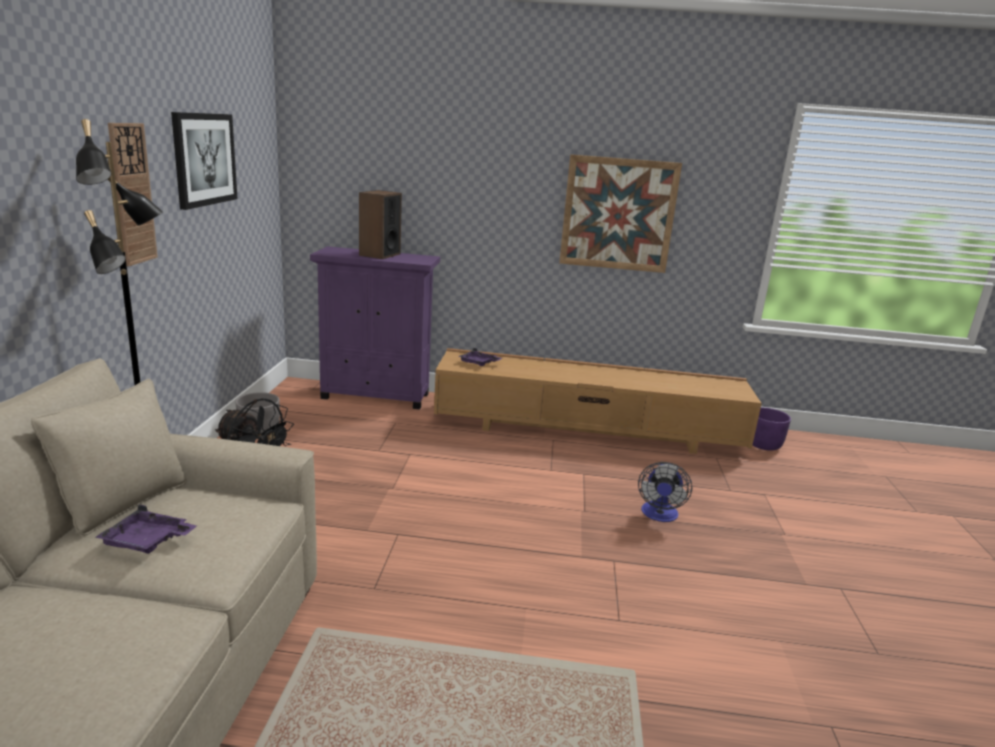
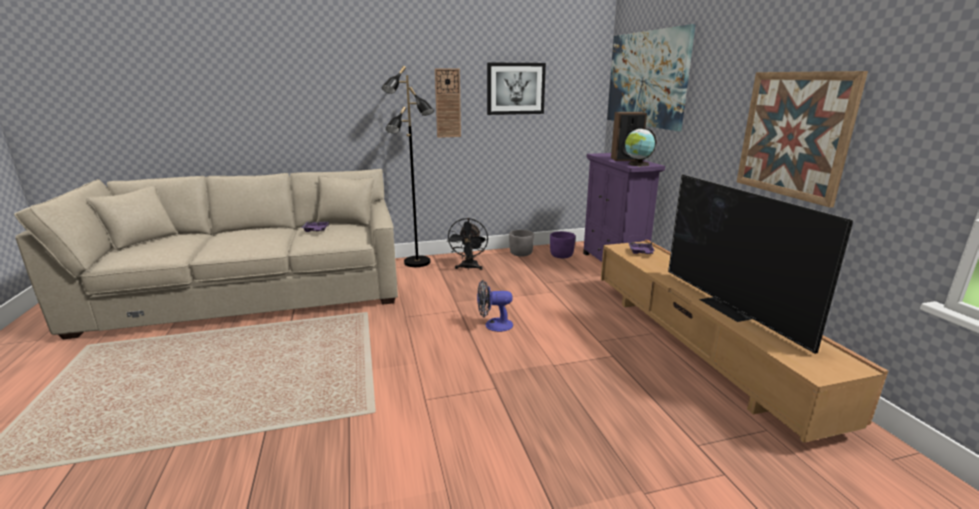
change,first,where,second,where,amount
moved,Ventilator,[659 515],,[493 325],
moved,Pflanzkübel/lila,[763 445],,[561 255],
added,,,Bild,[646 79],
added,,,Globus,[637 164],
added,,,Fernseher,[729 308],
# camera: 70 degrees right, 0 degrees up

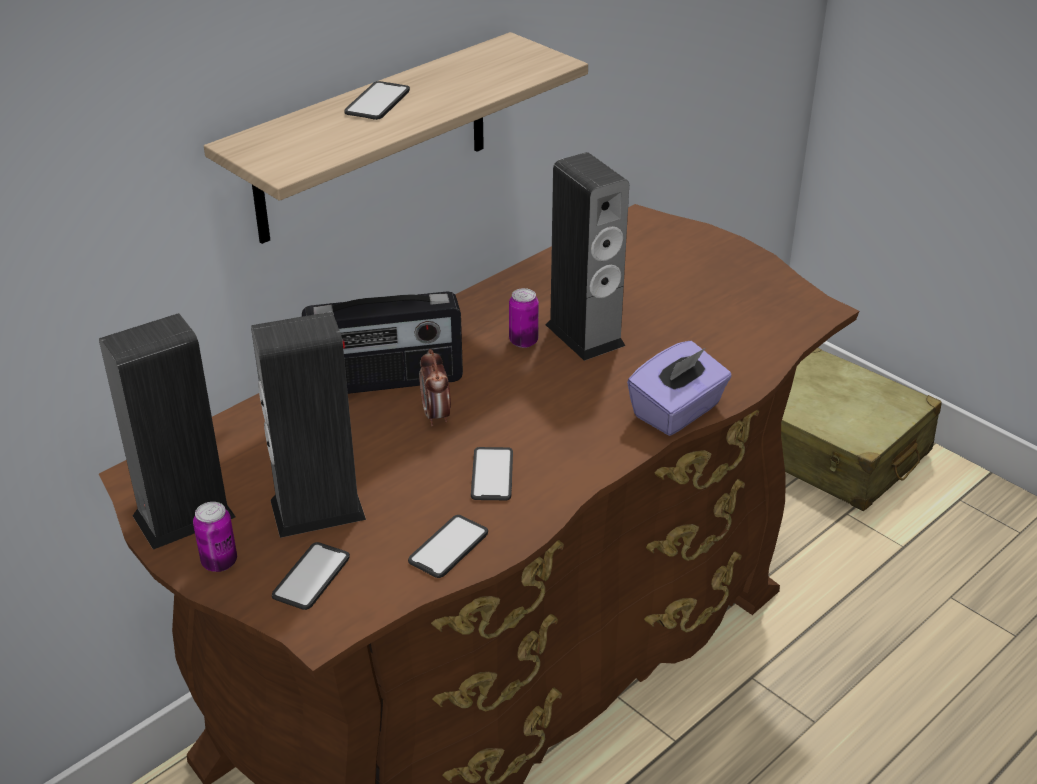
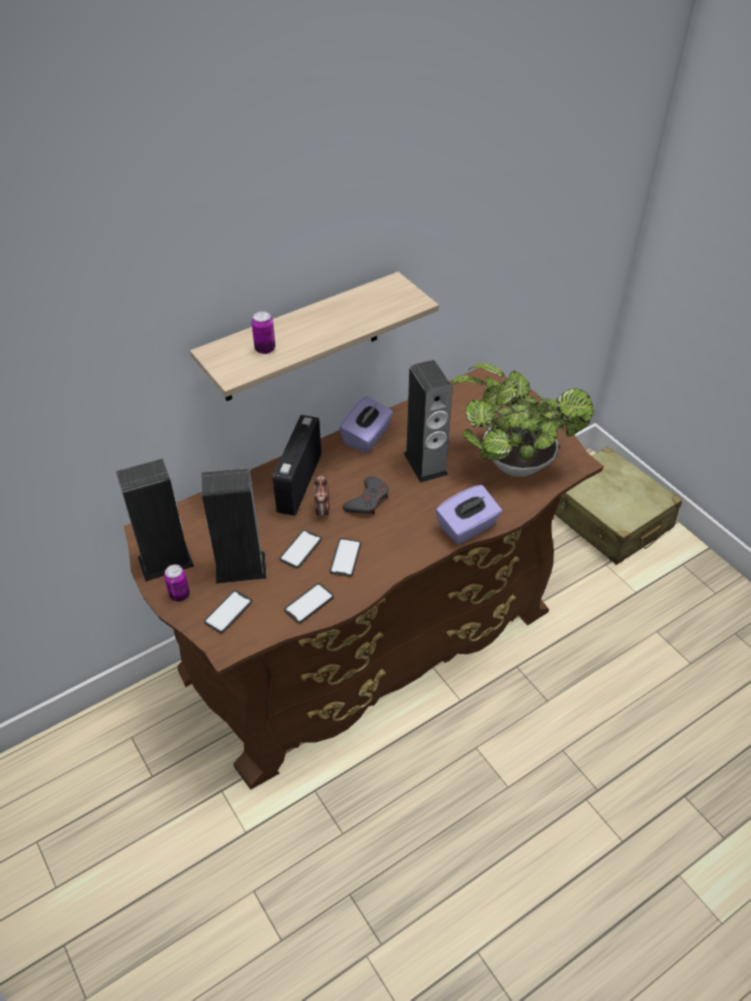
change,first,where,second,where,amount
turned,Radio,[386 381],,[298 483],105 degrees clockwise
moved,Handy,[377 102],,[300 549],
moved,Dose,[523 341],,[265 349],
added,,,Taschentuchbox/lila,[367 437],
added,,,Gamepad/grau,[368 500],
added,,,Topfpflanze,[511 462],
# camera: 10 degrees right, 10 degrees up

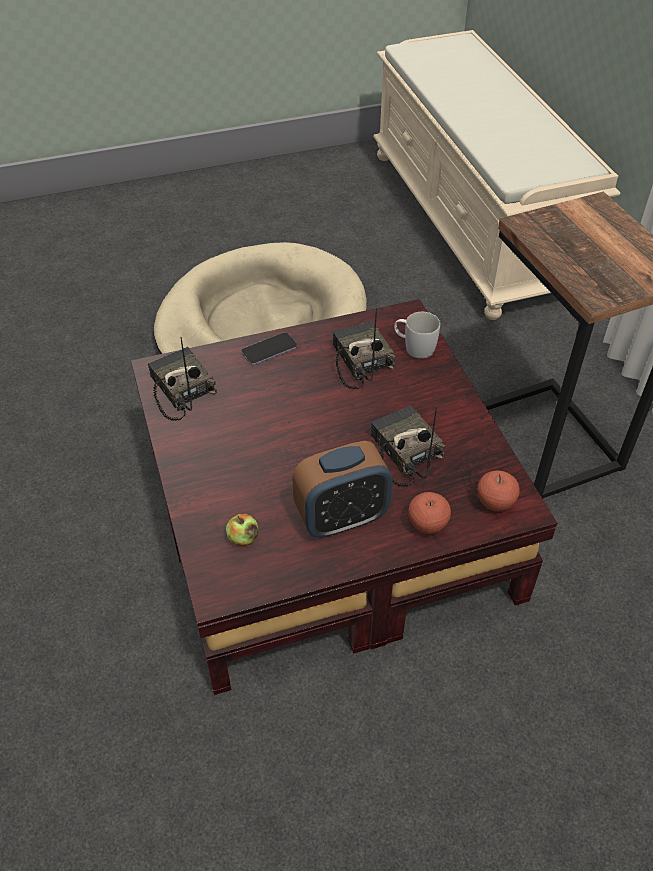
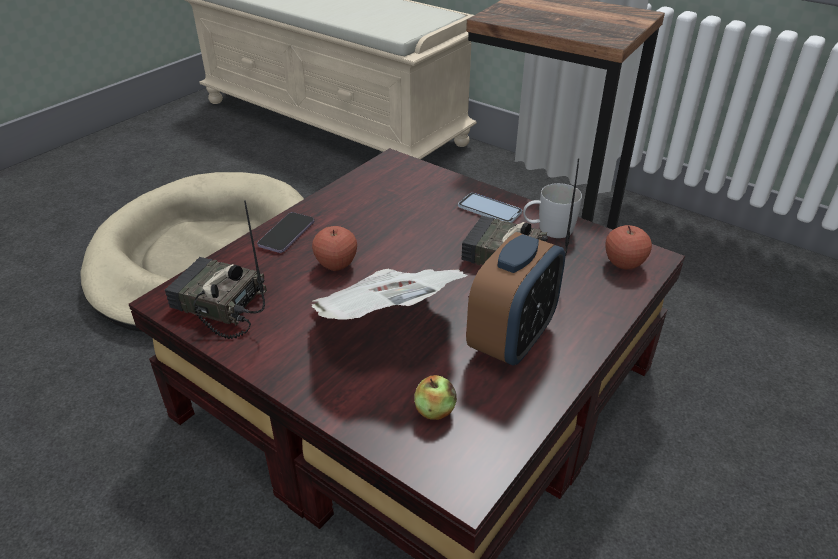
change,first,where,second,where,amount
removed,Radio,[359 360],,,
moved,Henkelbecher/weiß,[414 347],,[548 229],
moved,Apfel,[427 525],,[336 264],
added,,,Zeitung,[387 321],
added,,,Handy,[489 210],
# camera: 35 degrees left, 10 degrees down

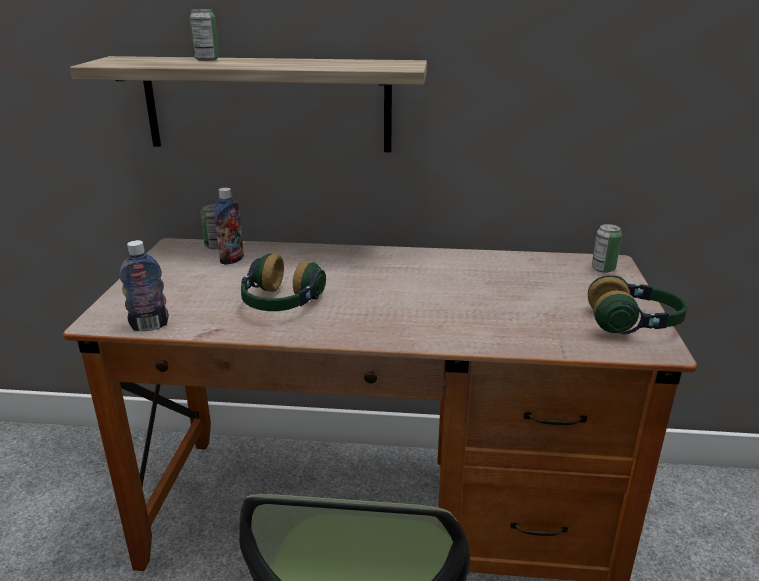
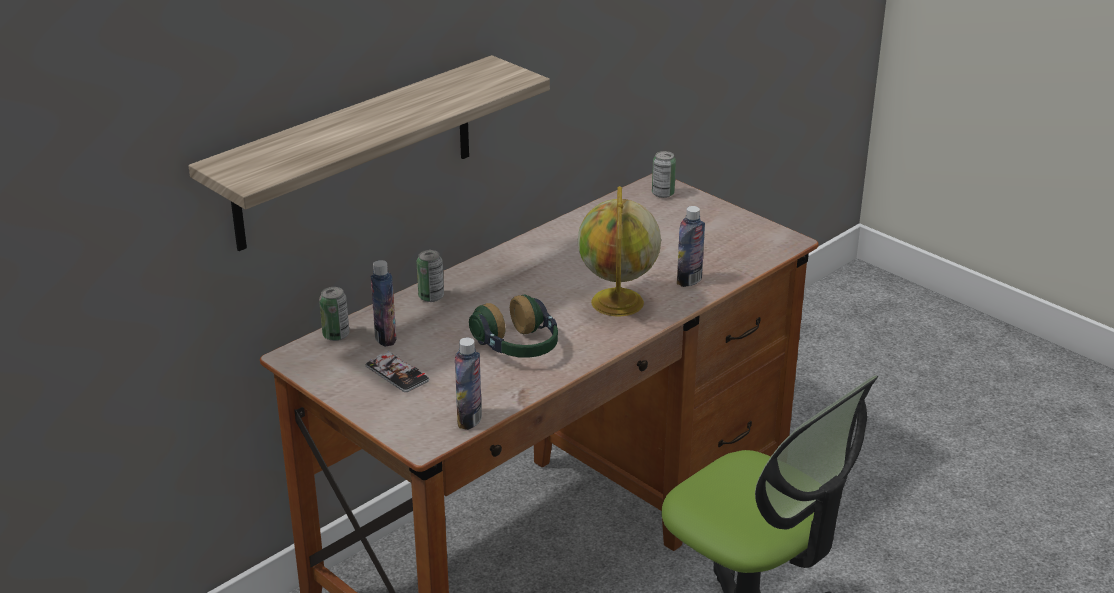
change,first,where,second,where,amount
moved,Dose,[207 59],,[431 297],
removed,Kopfhörer,[633 324],,,
added,,,Handy,[397 373],
added,,,Globus,[618 303],
added,,,Flasche,[689 280],
# camera: 50 degrees left, 5 degrees up

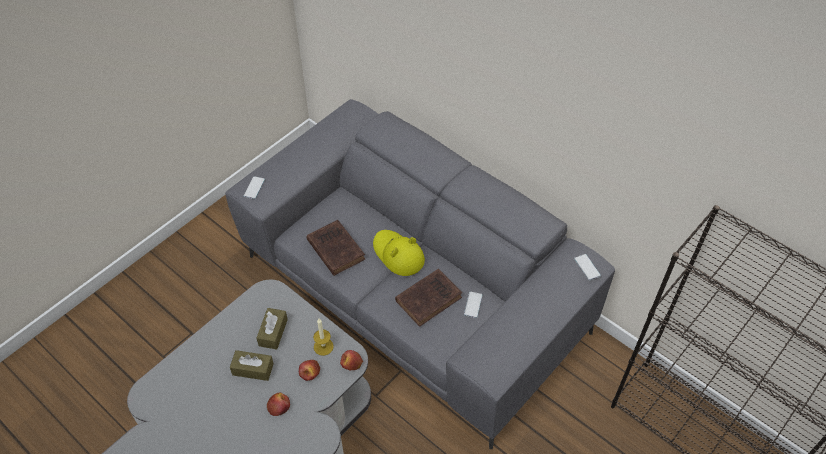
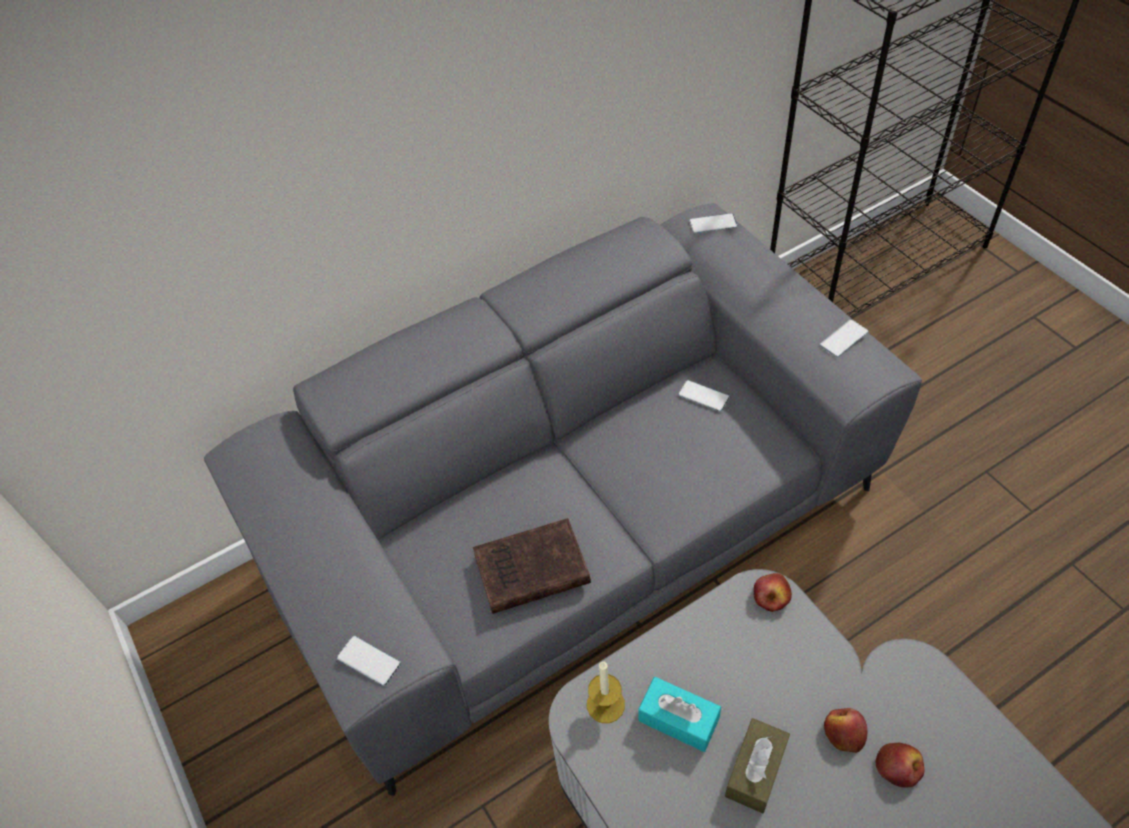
change,first,where,second,where,amount
recoloured,Taschentuchbox/braun,[273 332],Taschentuchbox/türkis,[678 719],
moved,Apfel,[310 372],,[898 767],
moved,Kerze,[323 346],,[605 704],
removed,Hut/gelb,[398 254],,,
removed,Buch/braun,[430 298],,,
added,,,Handy,[843 338],
# camera: 70 degrees left, 0 degrees up

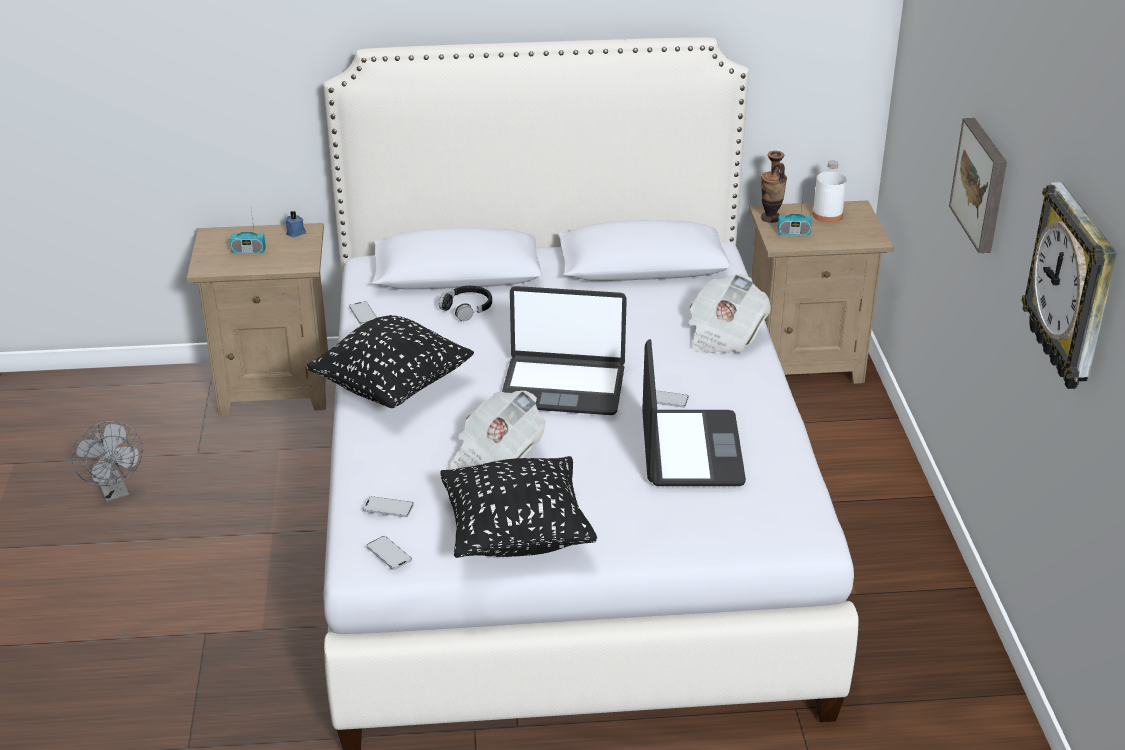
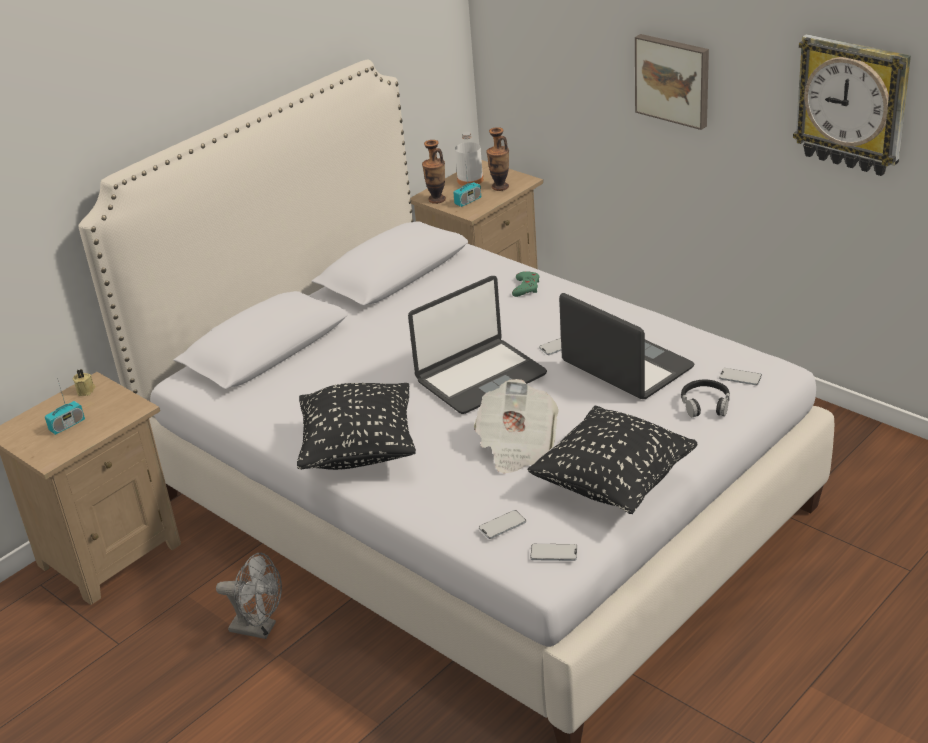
change,first,where,second,where,amount
moved,Ventilator/grau,[115 492],,[259 628],
recoloured,Kerze/blau,[296 233],Kerze/beige,[86 390],
moved,Handy,[363 314],,[740 377],
moved,Kopfhörer/schwarz,[467 308],,[705 404],
replaced,Zeitung,[724 335],Gamepad/grün,[526 287],
added,,,Vase,[500 187],
# camera: 40 degrees left, 0 degrees up

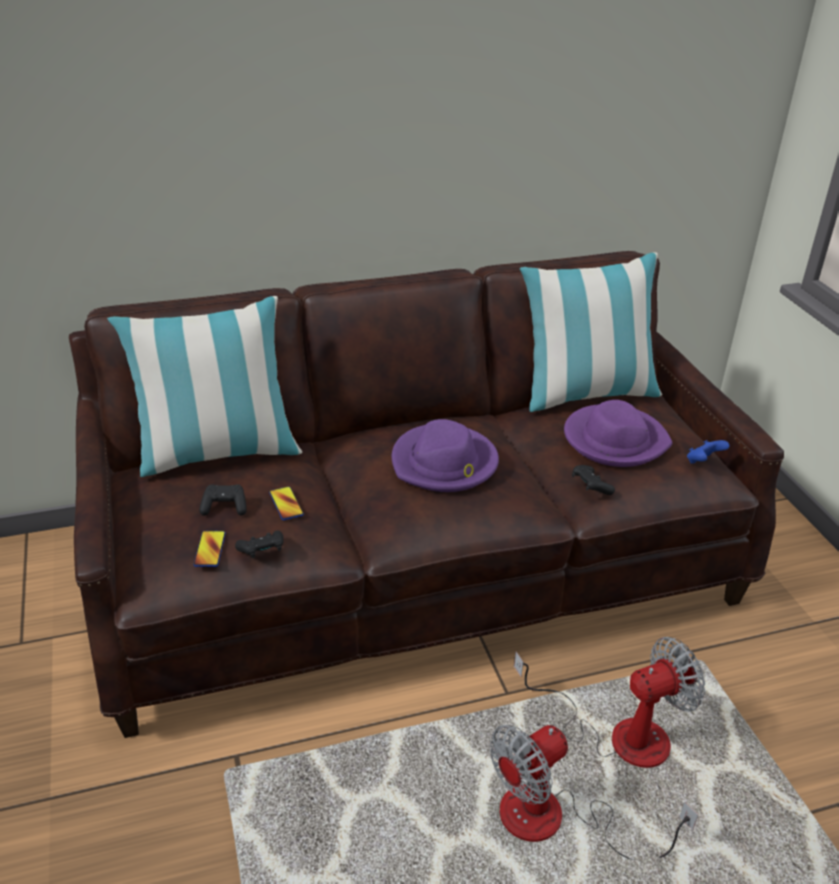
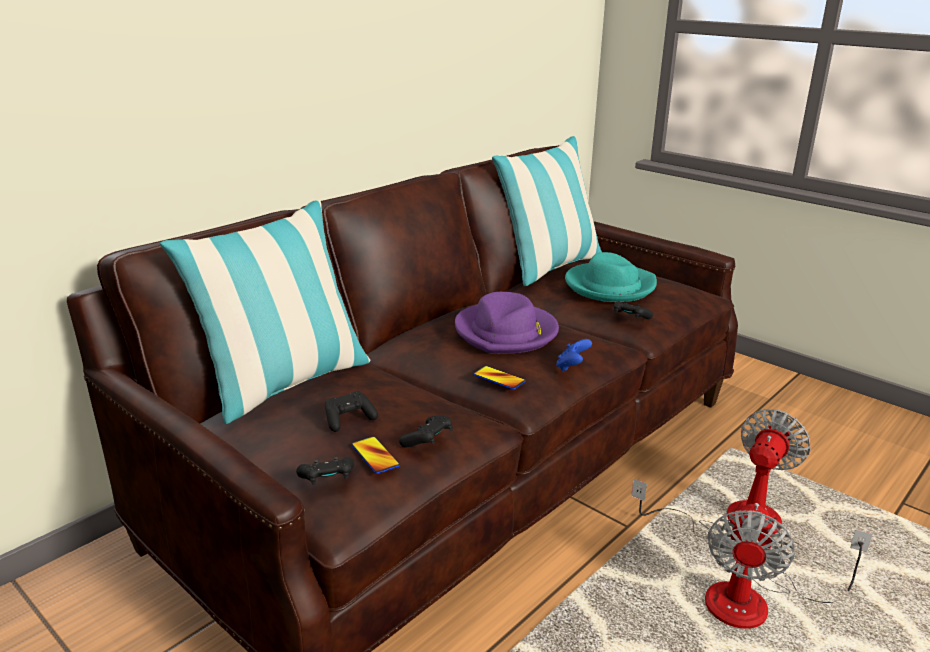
change,first,where,second,where,amount
moved,Handy,[286 504],,[499 379],
recoloured,Hut/lila,[614 440],Hut/türkis,[609 286],
moved,Gamepad/blau,[703 462],,[572 367],
added,,,Gamepad/schwarz,[327 480],
# camera: 30 degrees left, 10 degrees down

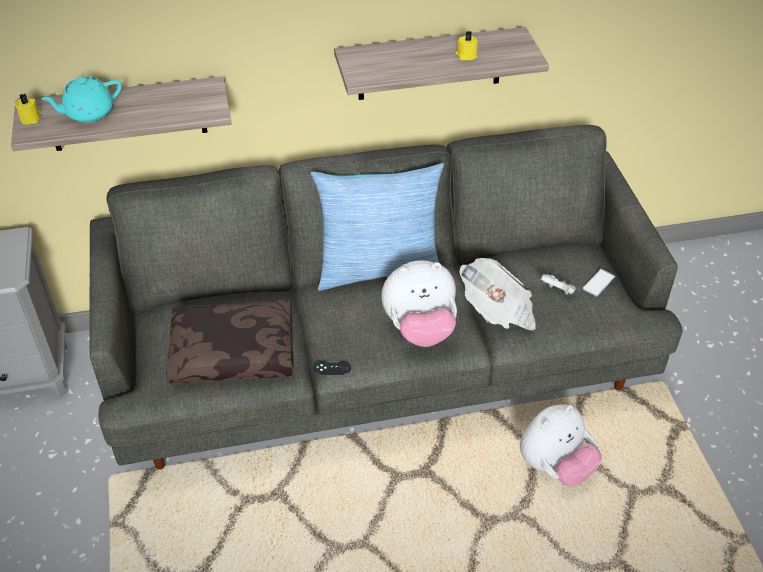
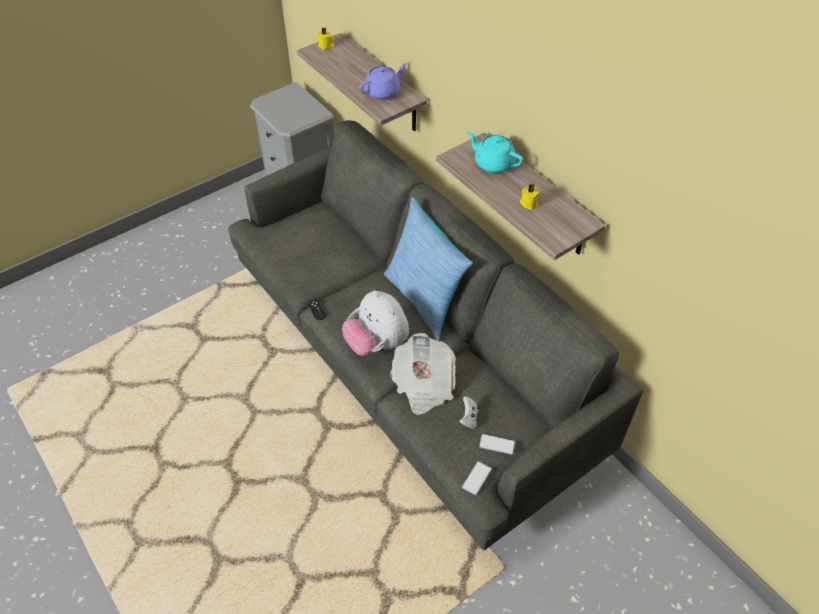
change,first,where,second,where,amount
moved,Teekanne/türkis,[88 113],,[493 163],
removed,Kissen/braun,[234 351],,,
removed,Plüschtier,[555 466],,,
added,,,Teekanne/lila,[383 92],
added,,,Handy,[476 478],
# camera: 65 degrees right, 5 degrees up

